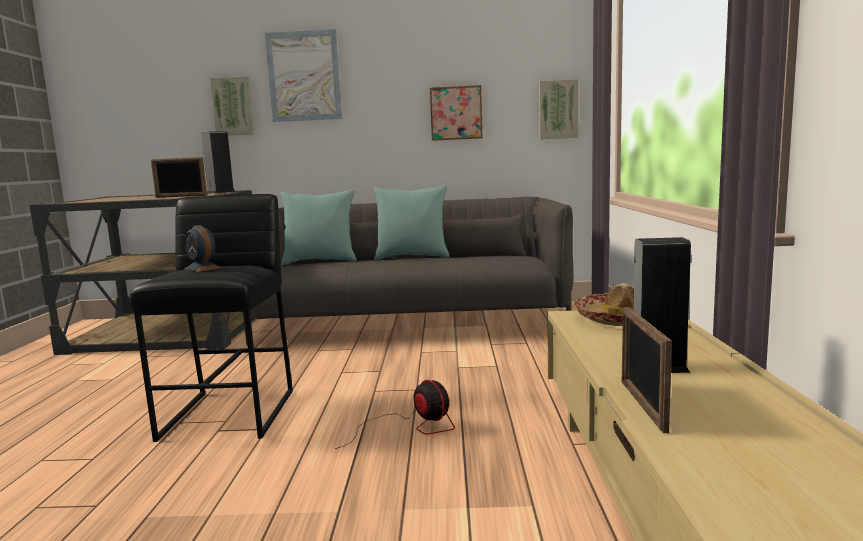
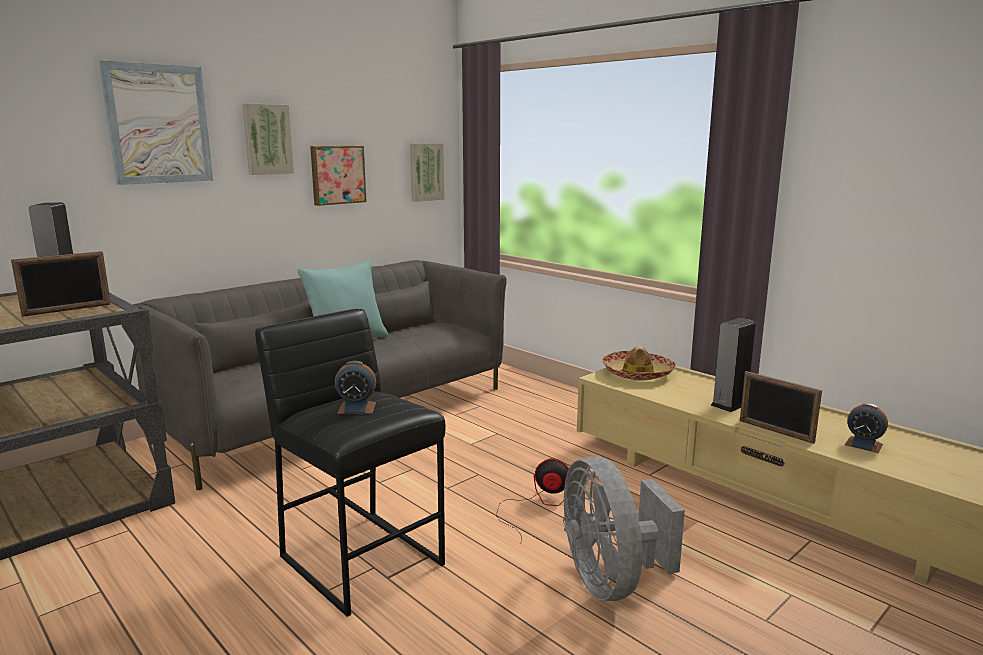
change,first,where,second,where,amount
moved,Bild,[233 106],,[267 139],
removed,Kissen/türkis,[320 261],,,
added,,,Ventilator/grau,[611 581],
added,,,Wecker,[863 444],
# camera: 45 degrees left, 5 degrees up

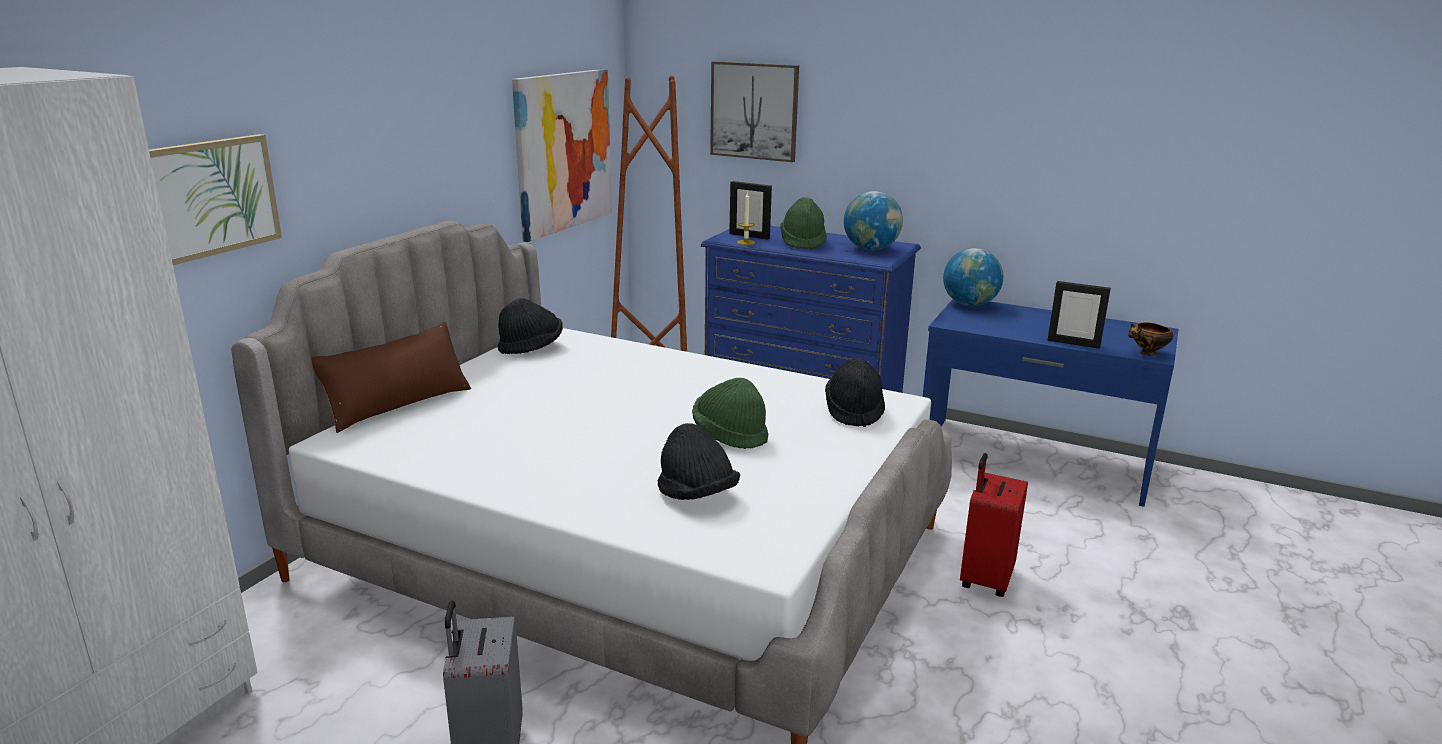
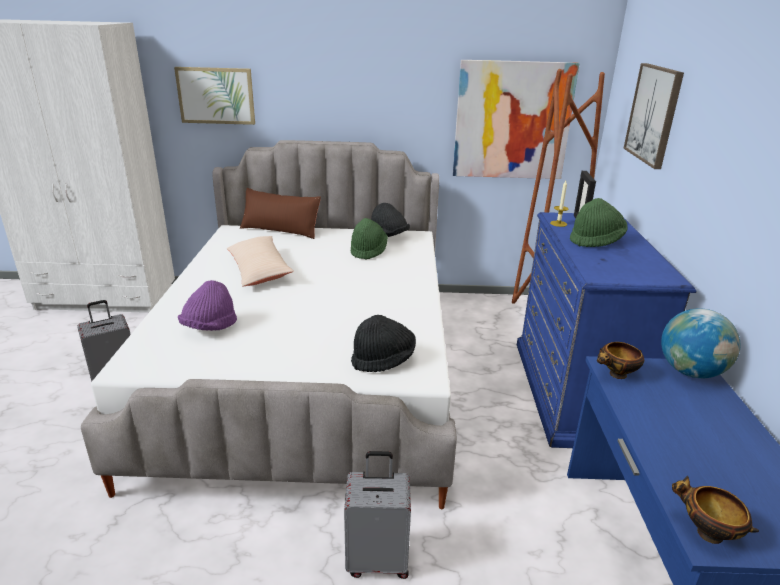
change,first,where,second,where,amount
recoloured,Hut/schwarz,[696 495],Hut/lila,[209 327],
moved,Hut/grün,[730 435],,[368 251],
removed,Globus,[871 249],,,
recoloured,Koffer/rot,[984 579],Koffer/grau,[378 559],
removed,Bilderrahmen,[1073 343],,,
added,,,Kissen/beige,[259 270],
added,,,Schüssel,[616 375],
# camera: 65 degrees right, 5 degrees up

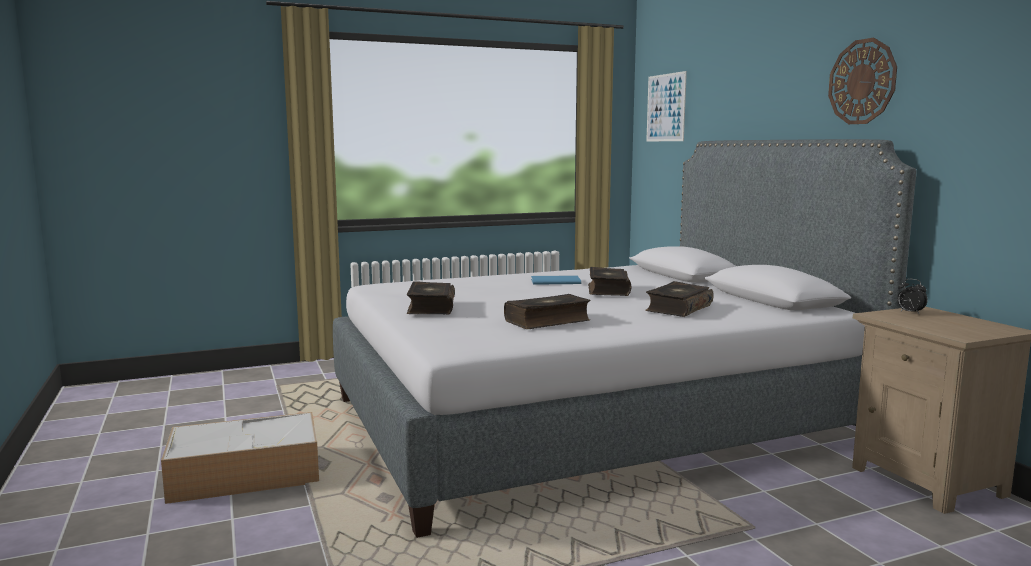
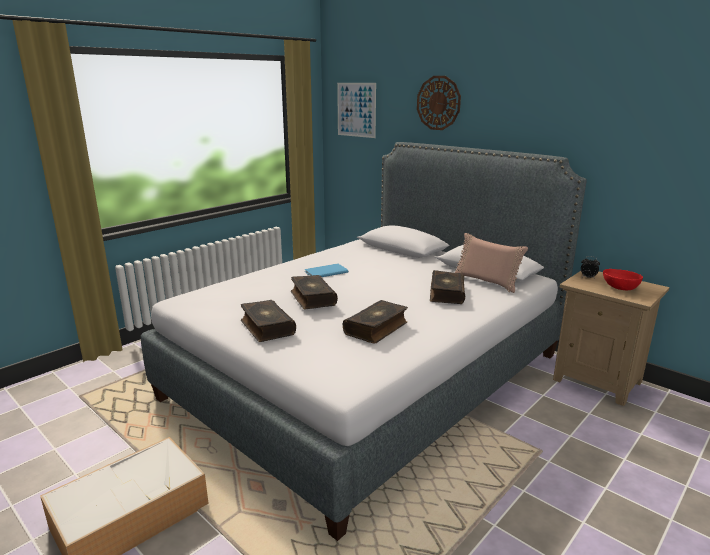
change,first,where,second,where,amount
moved,Buch,[607 290],,[312 298],
moved,Wanduhr,[862 82],,[438 103],
added,,,Kissen/beige,[486 282],
added,,,Schüssel/rot,[620 288],
# camera: 25 degrees left, 10 degrees up

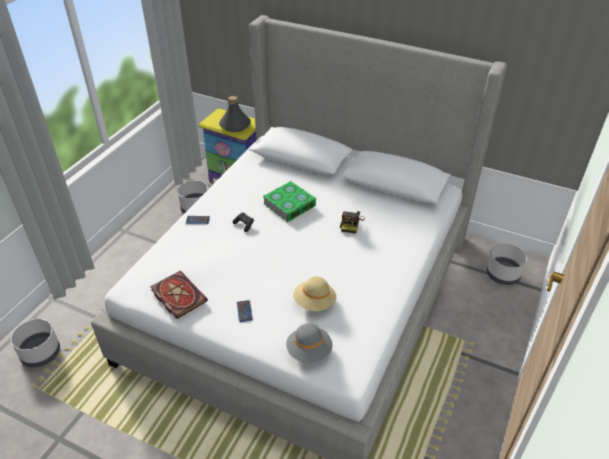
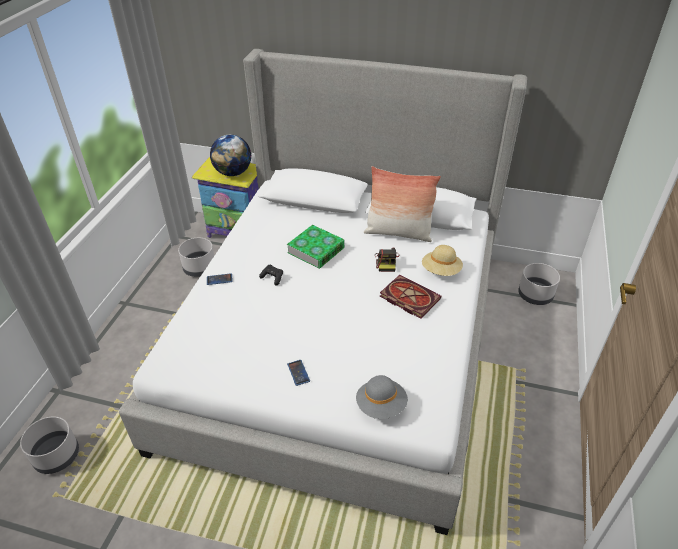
change,first,where,second,where,amount
moved,Buch,[177 295],,[408 298],
replaced,Flasche/grau,[235 125],Globus,[233 173],
moved,Hut/beige,[314 302],,[441 271],
added,,,Kissen,[398 233],
# camera: 10 degrees left, 0 degrees up

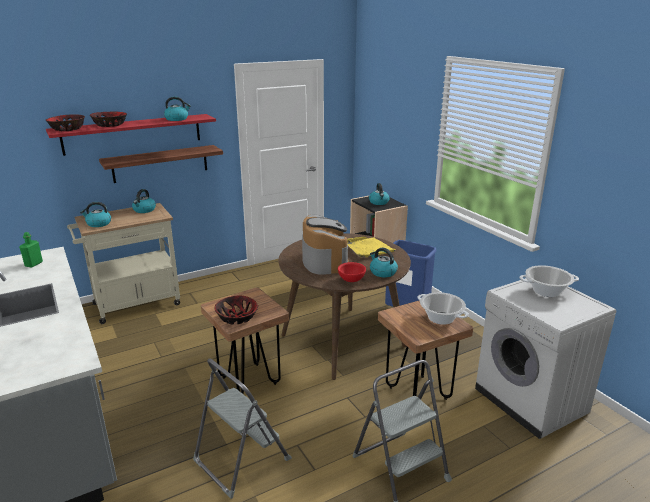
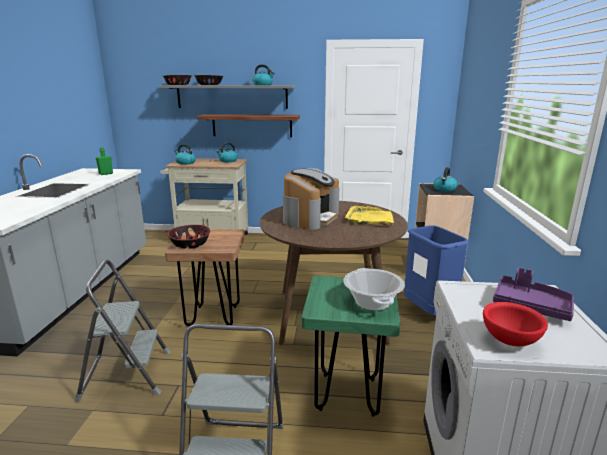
change,first,where,second,where,amount
recoloured,Wandregal/rot,[133 134],Wandregal/grau,[232 96],
moved,Schüssel/rot,[351 280],,[509 340],
removed,Wasserkessel,[382 272],,,
recoloured,Hocker/braun,[417 393],Hocker/grün,[347 394],
replaced,Kochtopf,[546 291],Tablett/lila,[530 306],
# camera: 35 degrees right, 5 degrees down

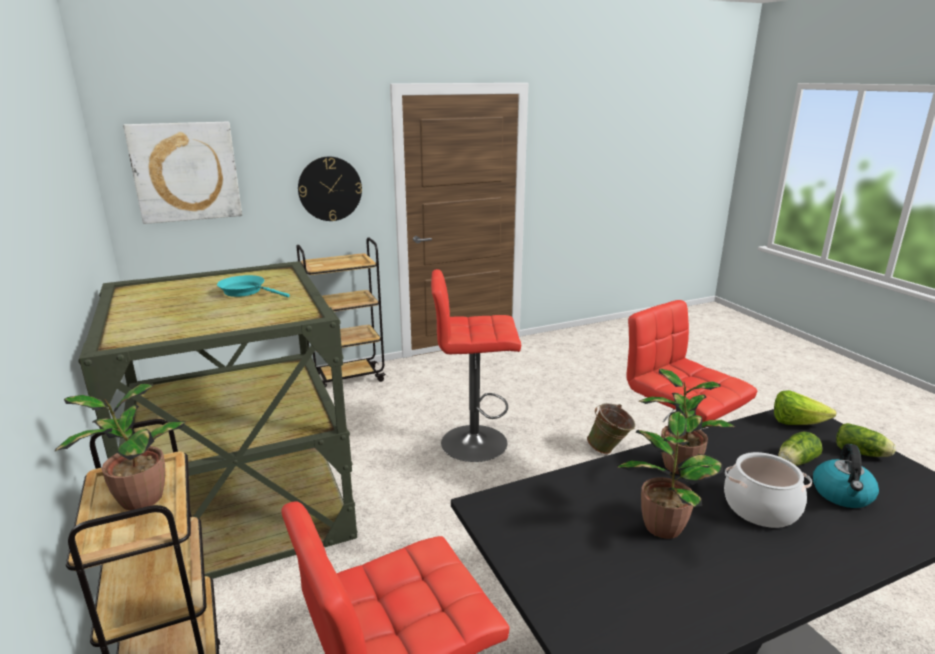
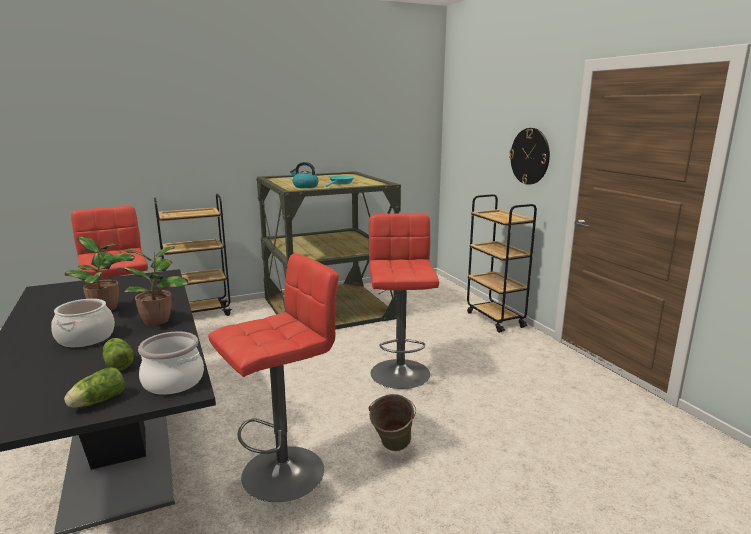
change,first,where,second,where,amount
removed,Topfpflanze,[138 499],,,
removed,Bild,[186 172],,,
replaced,Salatkopf,[796 423],Kochtopf,[174 381],
moved,Wasserkessel,[842 494],,[305 186],
# camera: 90 degrees right, 5 degrees down

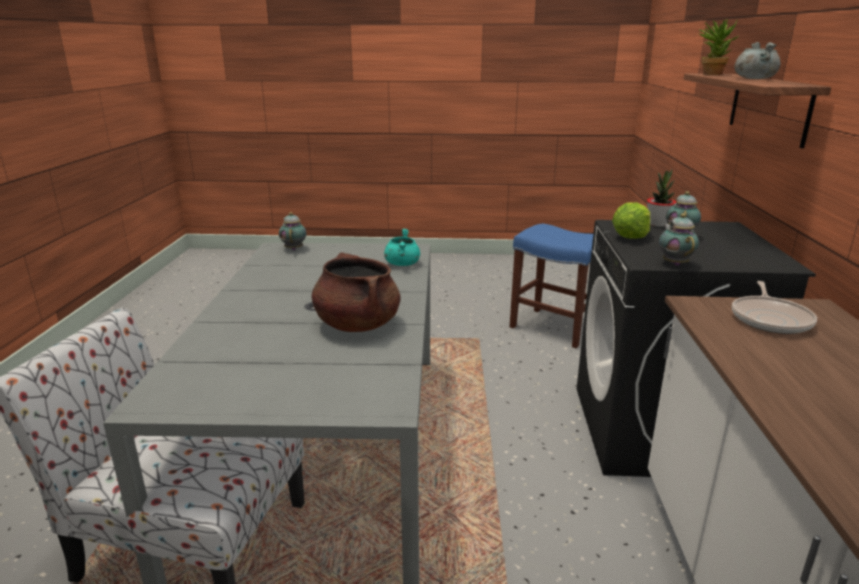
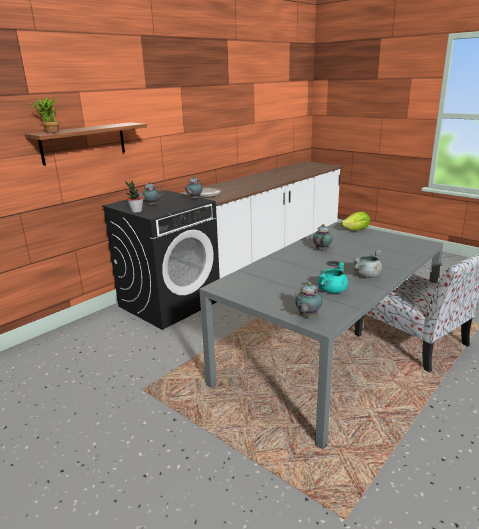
change,first,where,second,where,amount
replaced,Kochtopf/braun,[357 324],Teekanne,[322 249],
moved,Kochtopf/türkis,[402 263],,[332 291],
removed,Hocker/blau,[556 328],,,
moved,Salatkopf,[630 237],,[356 230],
moved,Kochtopf/grau,[754 79],,[366 276],
# camera: 140 degrees left, 0 degrees up

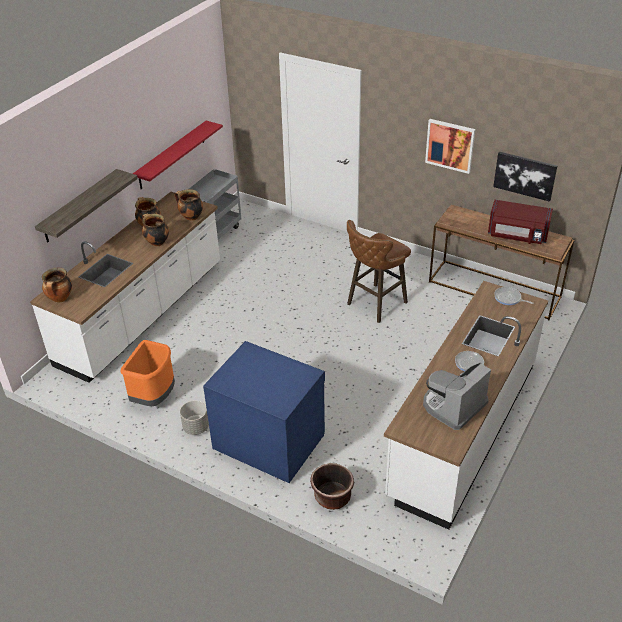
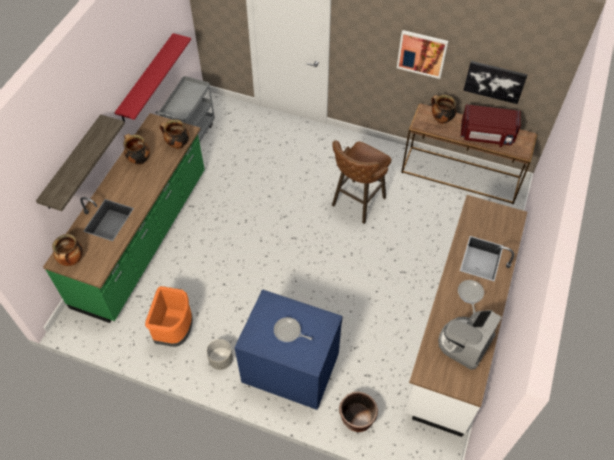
change,first,where,second,where,amount
recoloured,Küchenzeile/weiß,[143 314],Küchenzeile/grün,[143 238],
moved,Kochtopf,[156 242],,[441 119],
moved,Pfanne,[509 298],,[288 332],
# camera: 10 degrees left, 15 degrees up

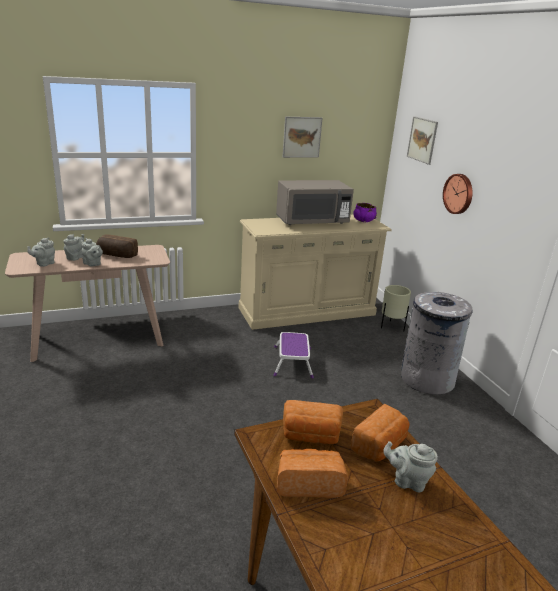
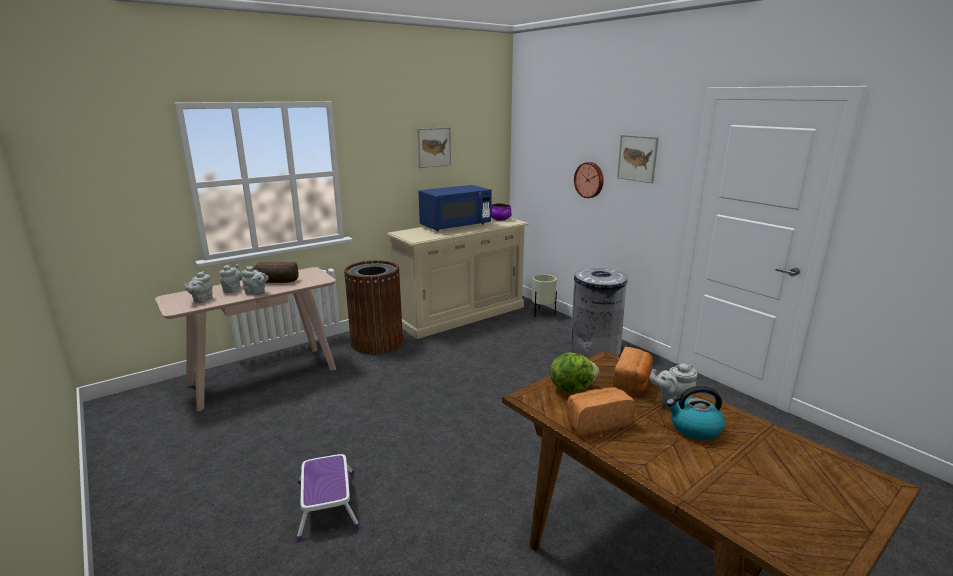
change,first,where,second,where,amount
moved,Trittleiter/lila,[293 361],,[328 504],
recoloured,Mikrowelle/grau,[312 222],Mikrowelle/blau,[455 226],
replaced,Brot,[311 436],Salatkopf,[571 388],
moved,Bild,[422 140],,[637 158],
added,,,Mülleimer/braun,[377 342],
added,,,Wasserkessel,[694 428],
# camera: 15 degrees left, 5 degrees down

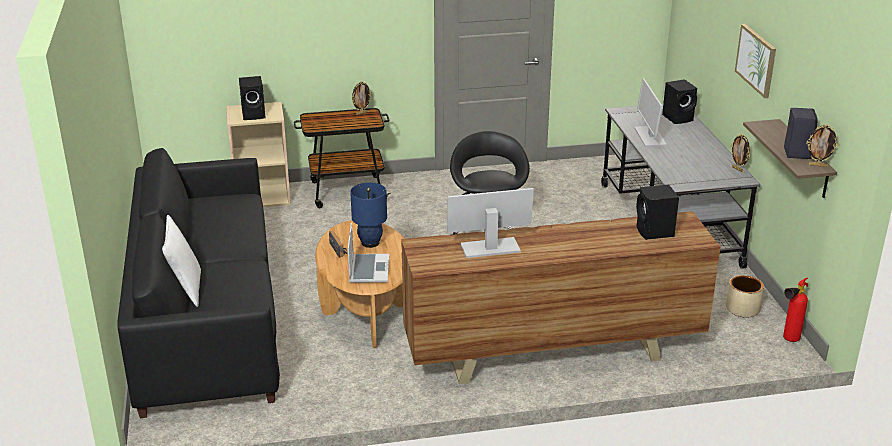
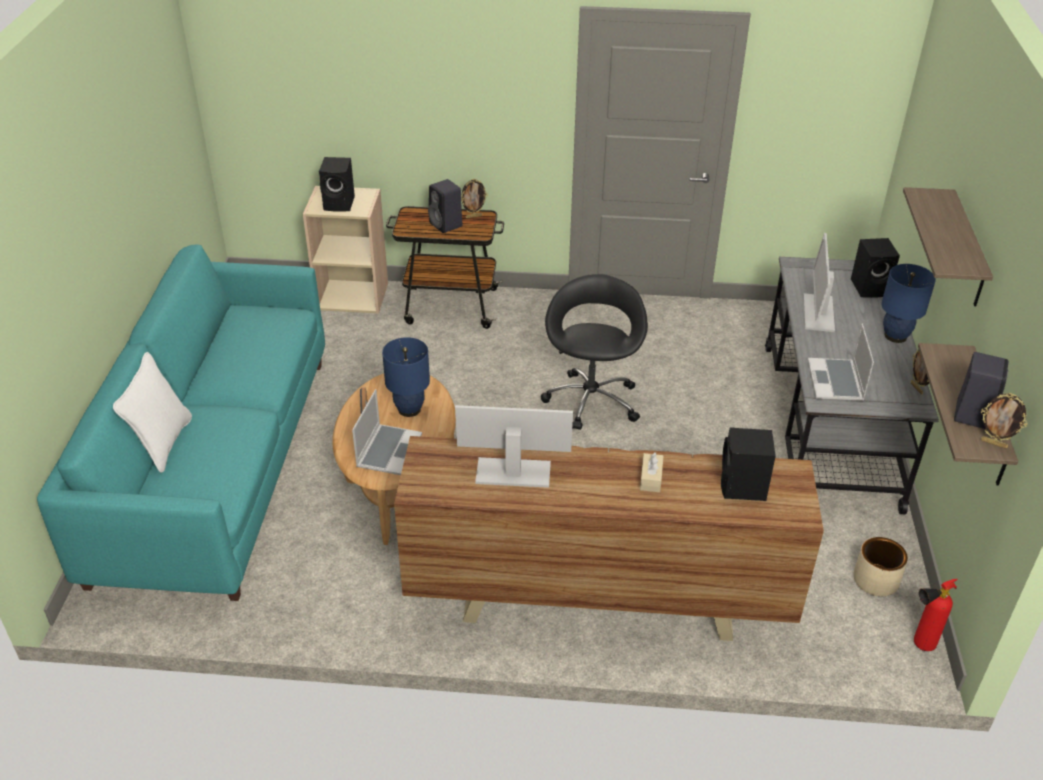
change,first,where,second,where,amount
recoloured,Sofa/schwarz,[208 321],Sofa/türkis,[216 465],
replaced,Bild,[756 60],Wandregal,[967 250],
added,,,Lautsprecher/schwarz,[446 225],
added,,,Taschentuchbox/beige,[651 478],
added,,,Laptop,[836 382],
added,,,Tischlampe/blau,[896 336],
# camera: 15 degrees right, 10 degrees up

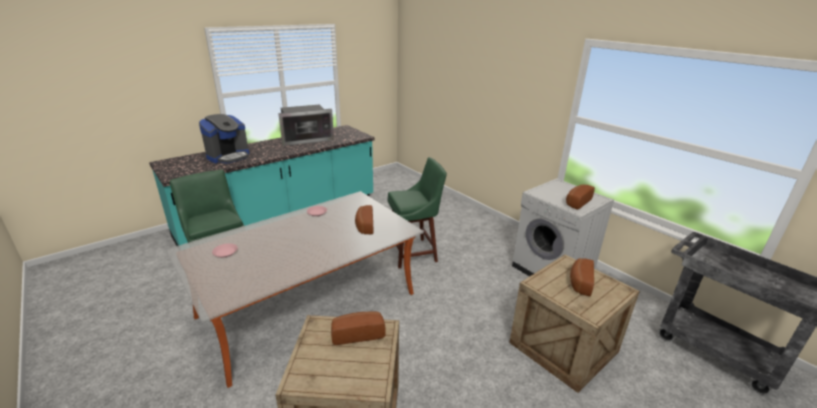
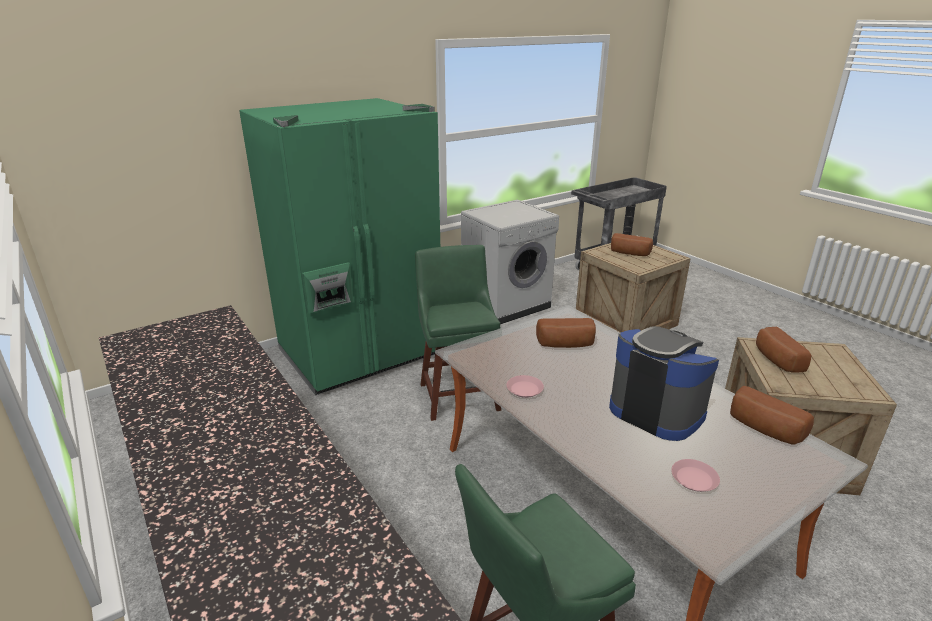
change,first,where,second,where,amount
moved,Kaffeemaschine,[228 156],,[656 411],
removed,Mikrowelle,[306 139],,,
moved,Brot,[576 202],,[763 429],
added,,,Kühlschrank/grün,[360 353],
# camera: 85 degrees left, 0 degrees up

